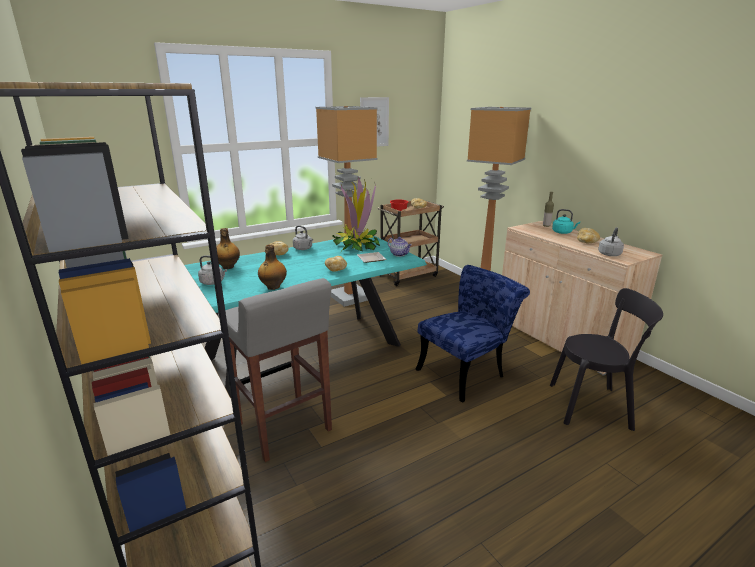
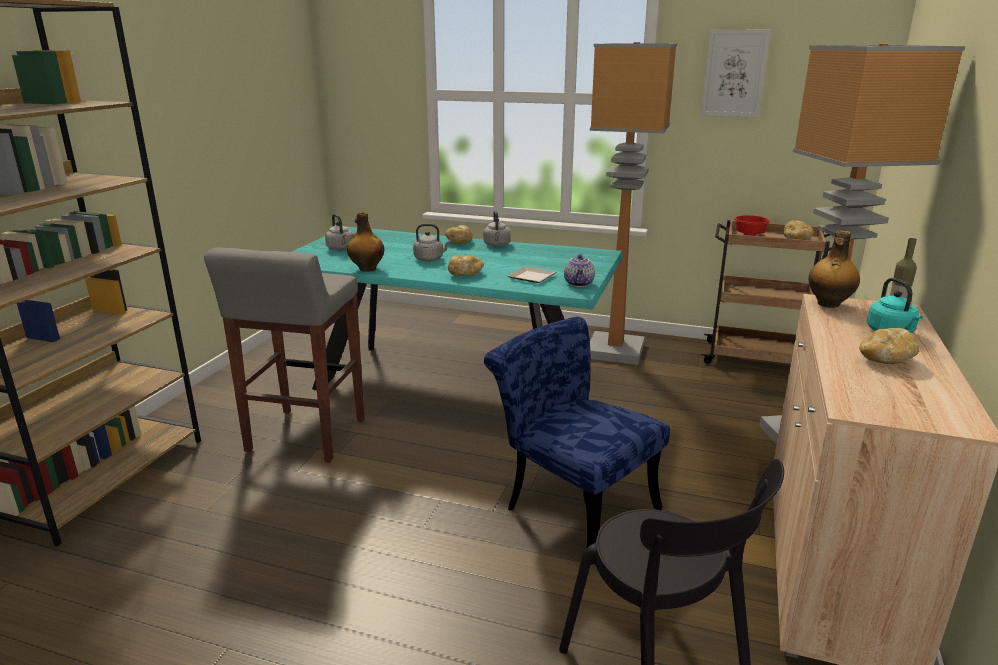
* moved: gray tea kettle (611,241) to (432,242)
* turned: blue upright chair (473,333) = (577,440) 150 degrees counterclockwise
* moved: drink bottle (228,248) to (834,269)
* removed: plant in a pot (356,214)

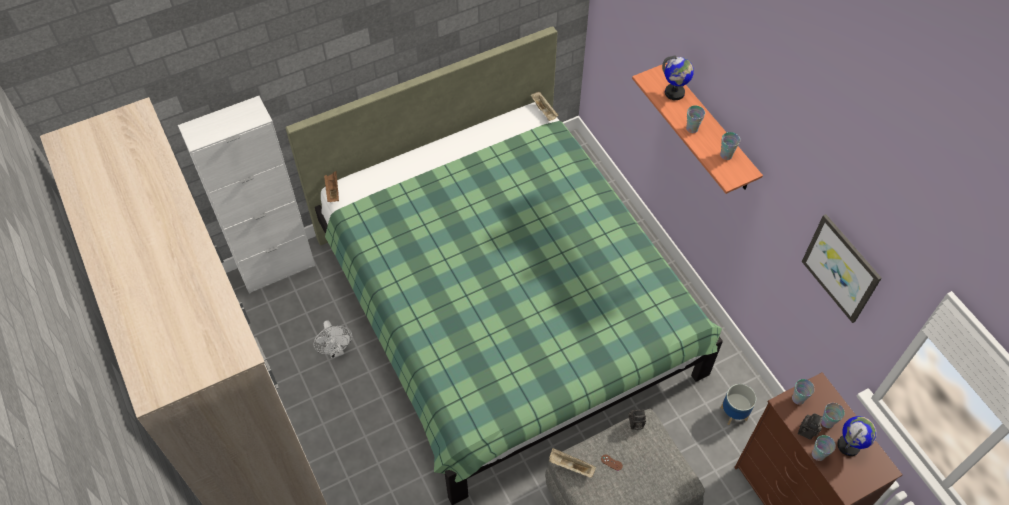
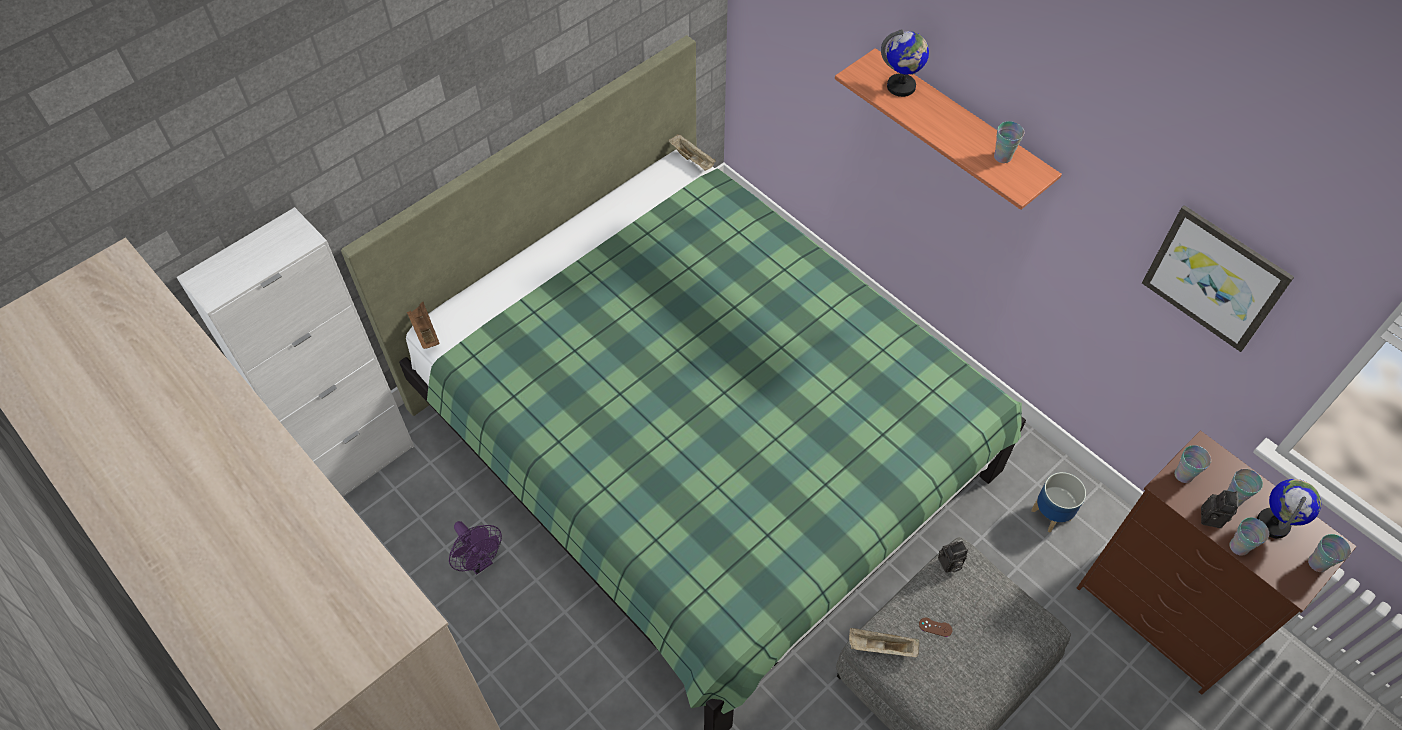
* recoloured: whitish fan (332,339) to purple fan (475,548)
* moved: cup (695,119) to (1329,553)

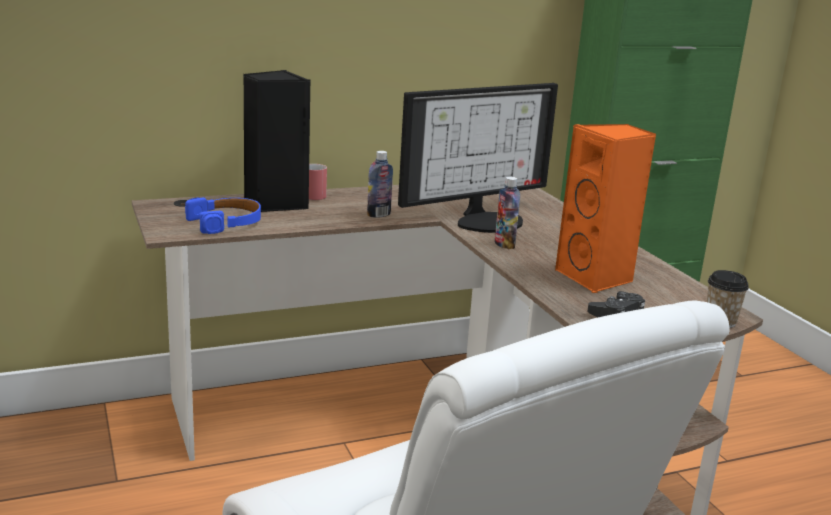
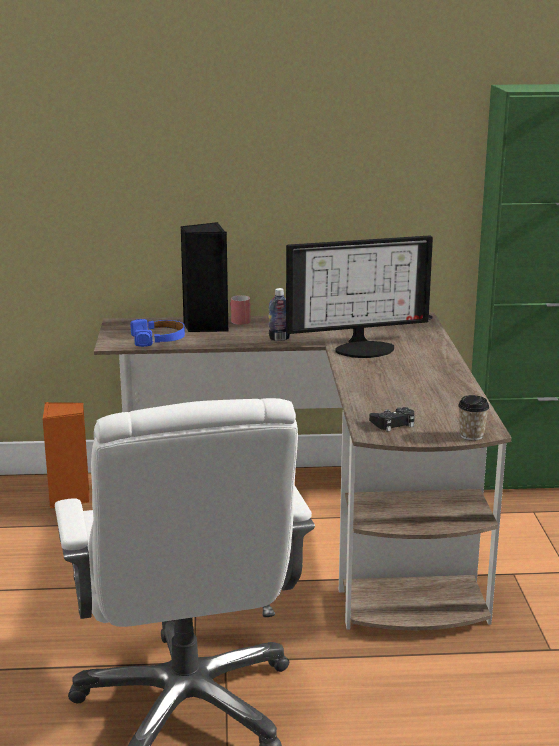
* moved: orange-coloured audio speaker (605,208) to (66,455)
* removed: drink bottle (507,213)

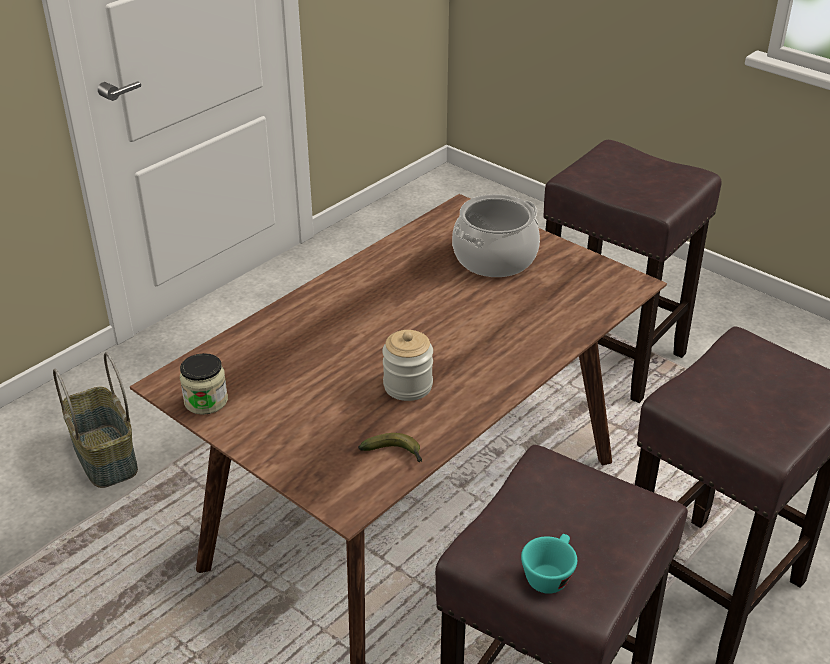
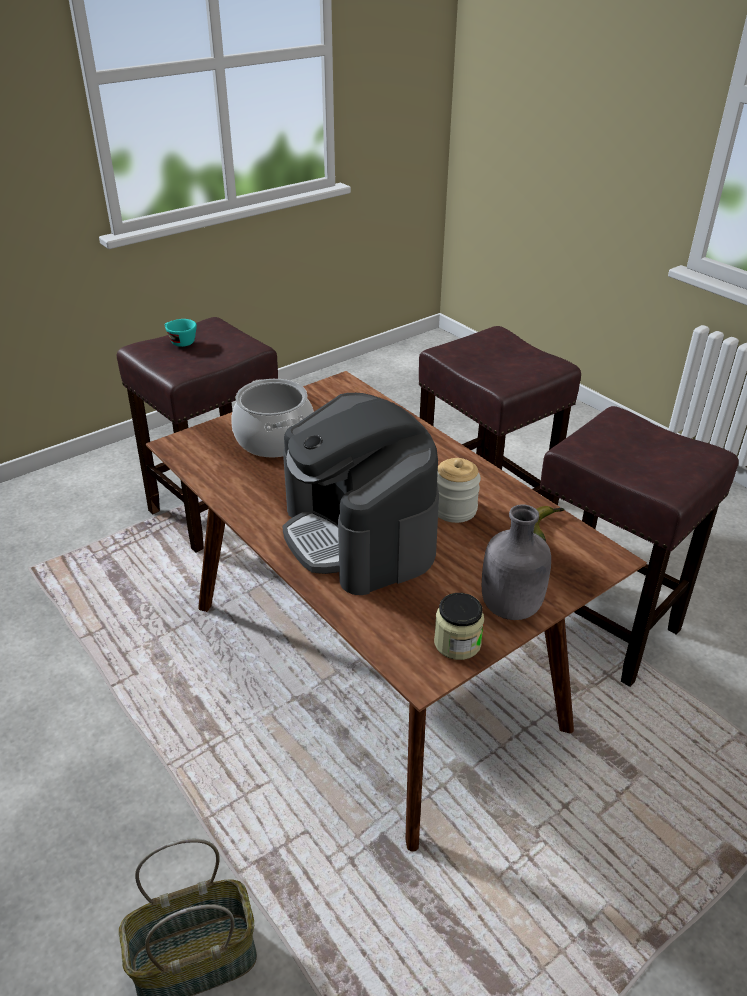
* moved: blue-green cup (549,564) to (181,333)
* added: coffee maker (360,494)
* added: gray drink bottle (516,562)

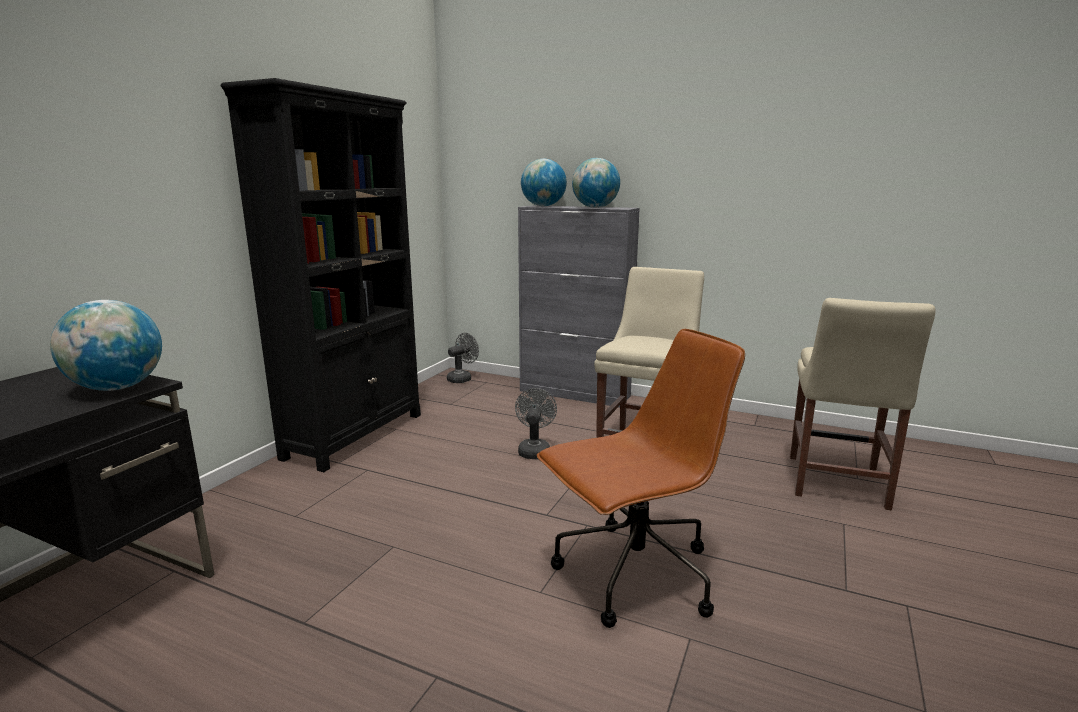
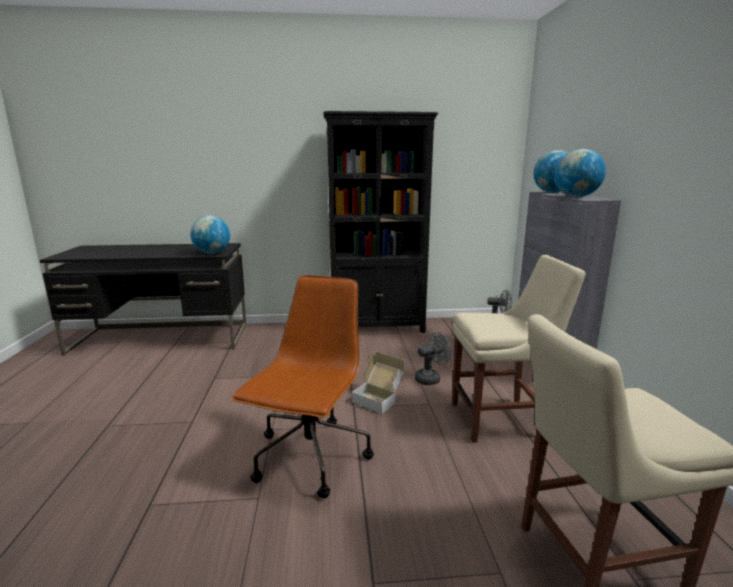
* turned: brown desk chair (641,478) = (302,386) 105 degrees counterclockwise
* added: packing box (378,383)

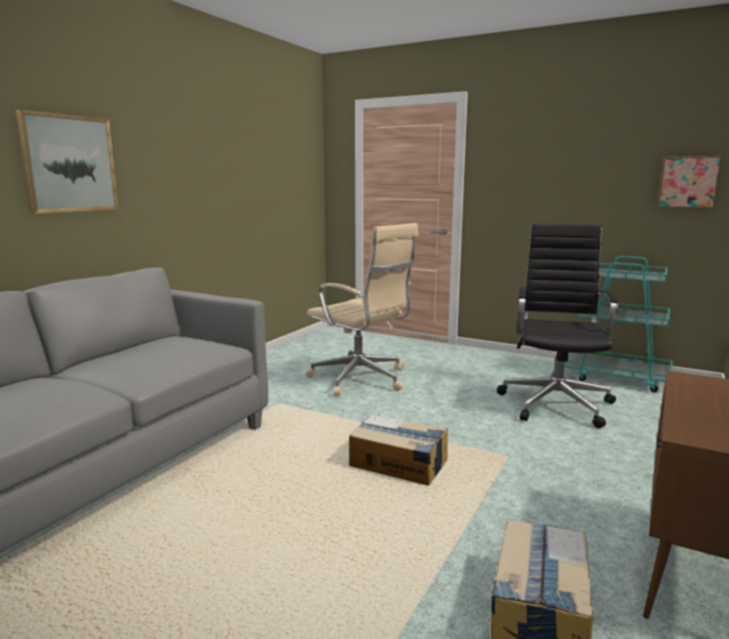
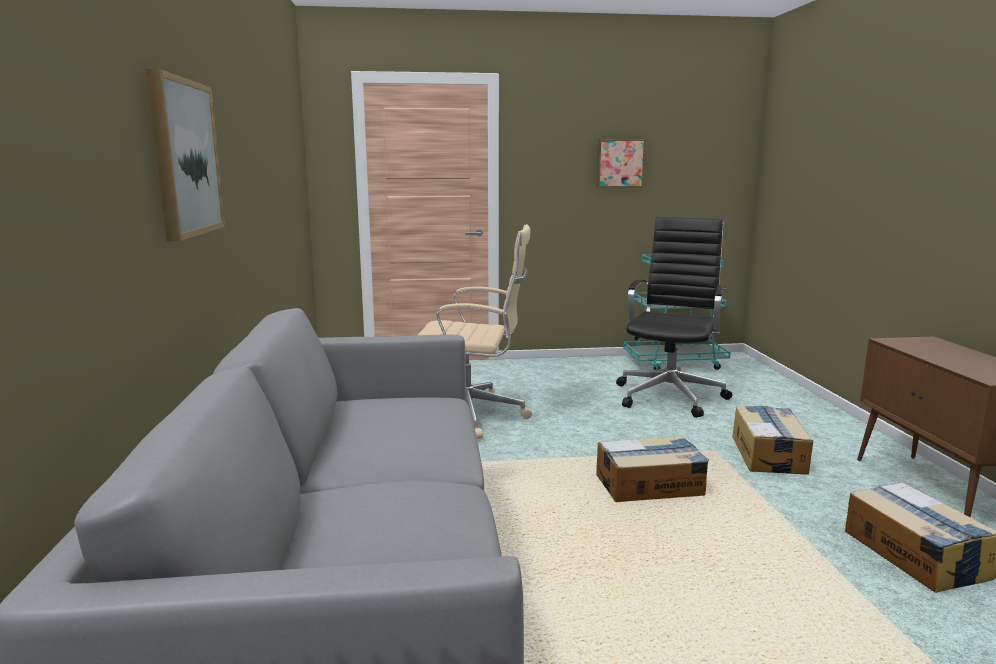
* moved: picture (690,182) to (621,163)
* turned: black desk chair (557,326) = (674,317) 45 degrees clockwise
* added: packing box (773,440)

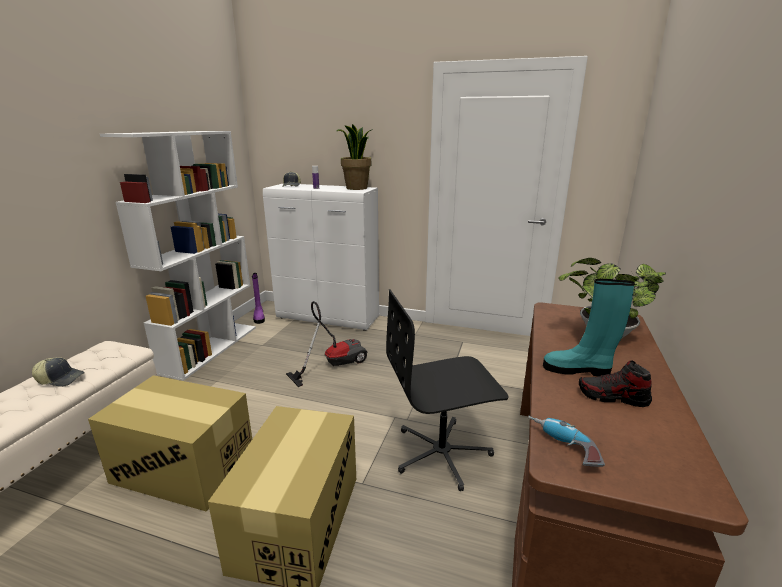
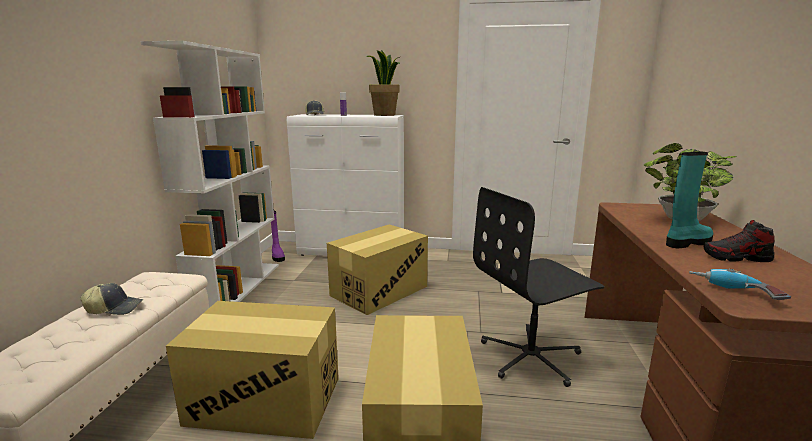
* replaced: vacuum (327,344) to packing box (377,269)
* turned: blue-green boot (589,328) = (689,199) 150 degrees clockwise

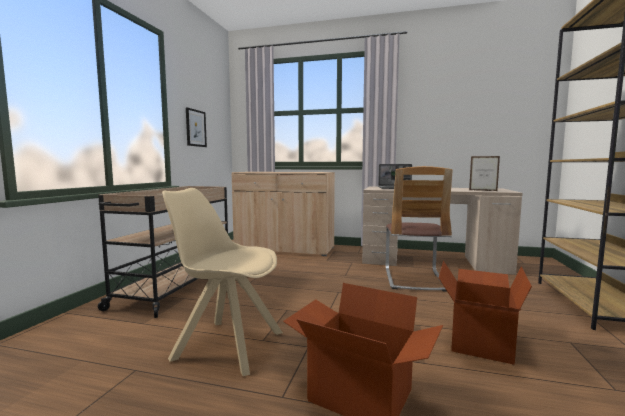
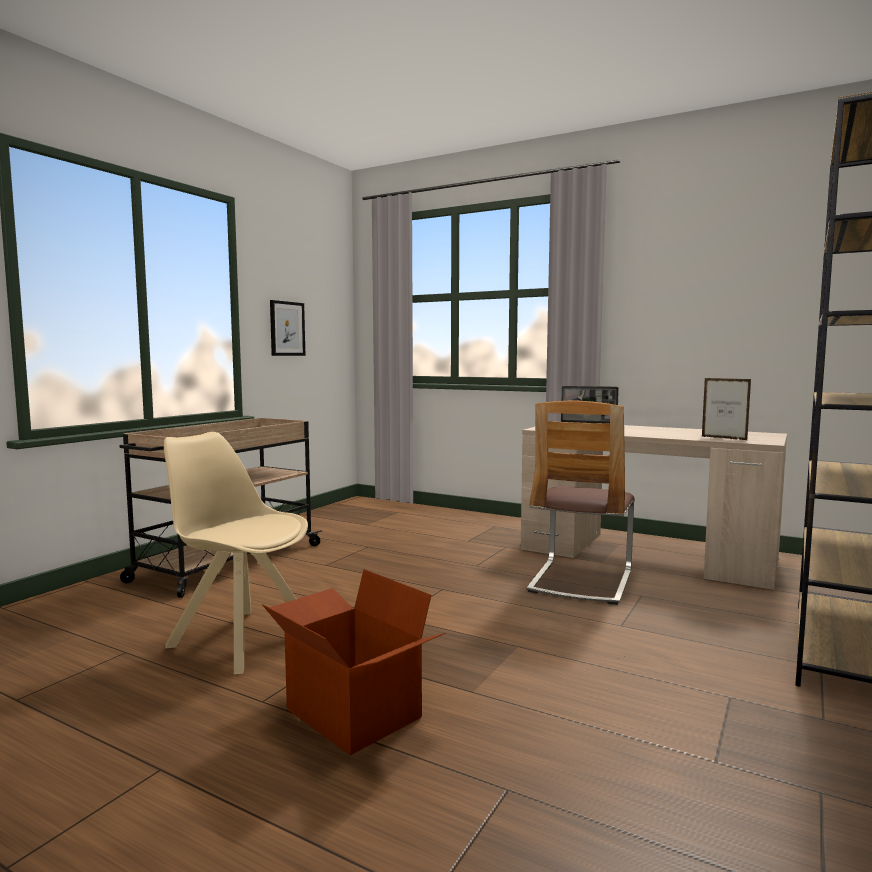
* removed: sand-coloured cupboard (283,214)
* removed: packing box (485,313)

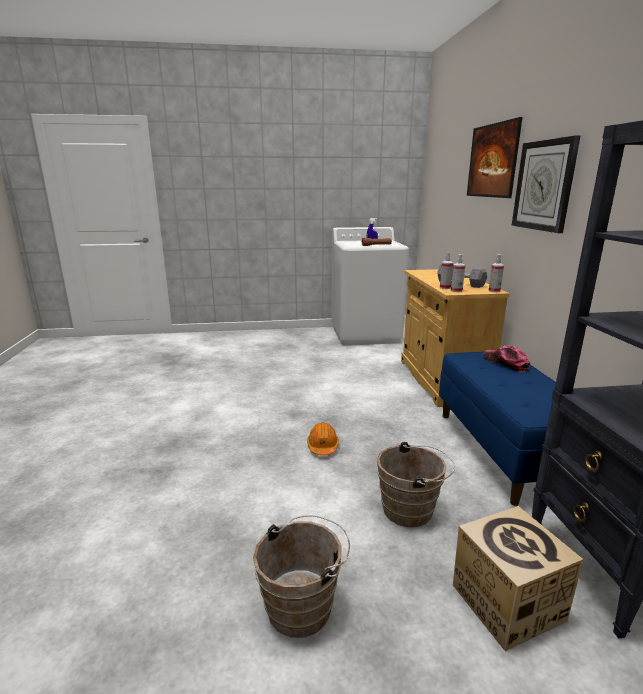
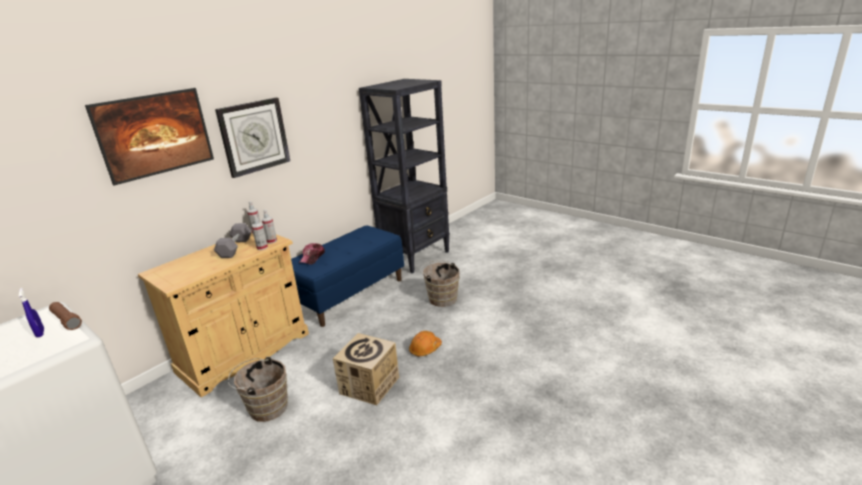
* moved: brown bucket (301,576) to (258,389)
* moved: packing box (518,578) to (366,369)

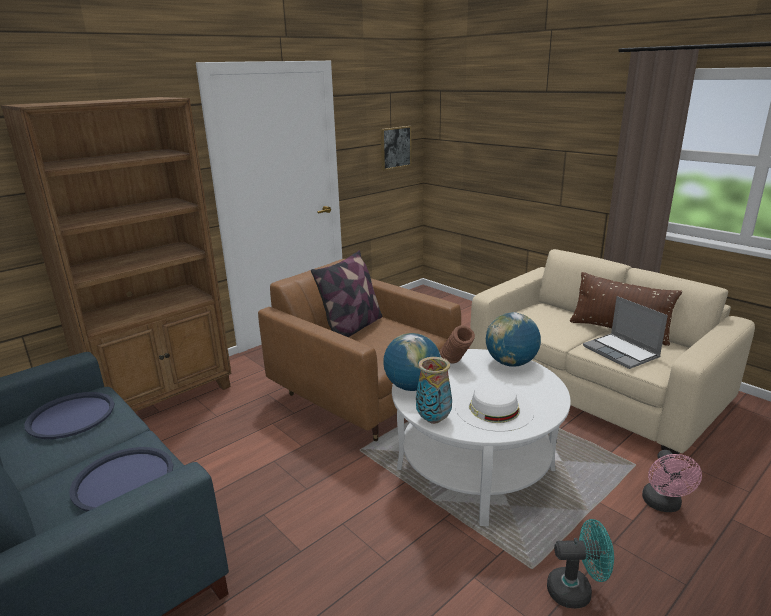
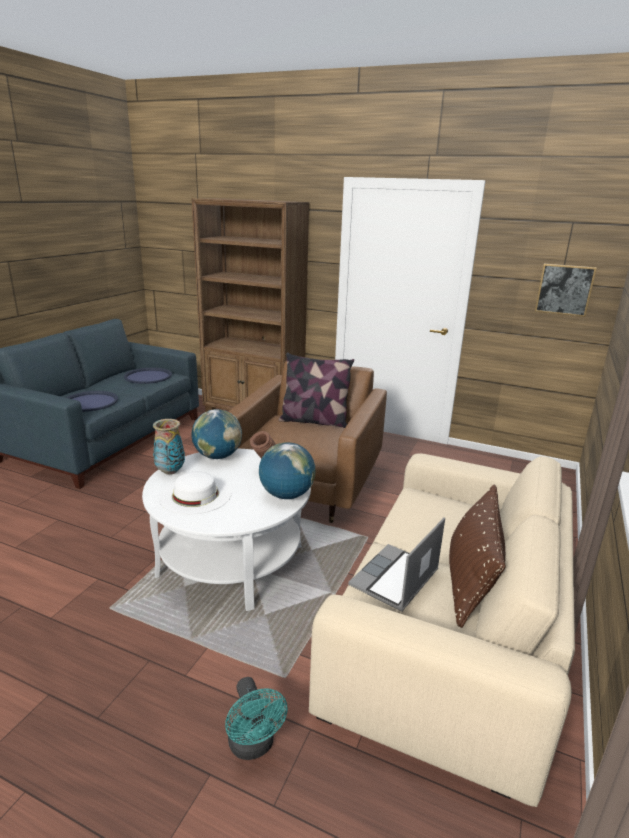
* moved: blue-green fan (580,564) to (256,718)
* removed: pink-coloured fan (672,481)

